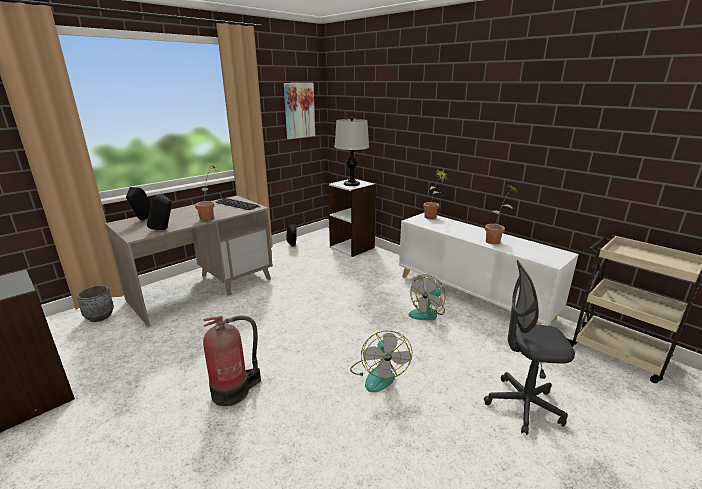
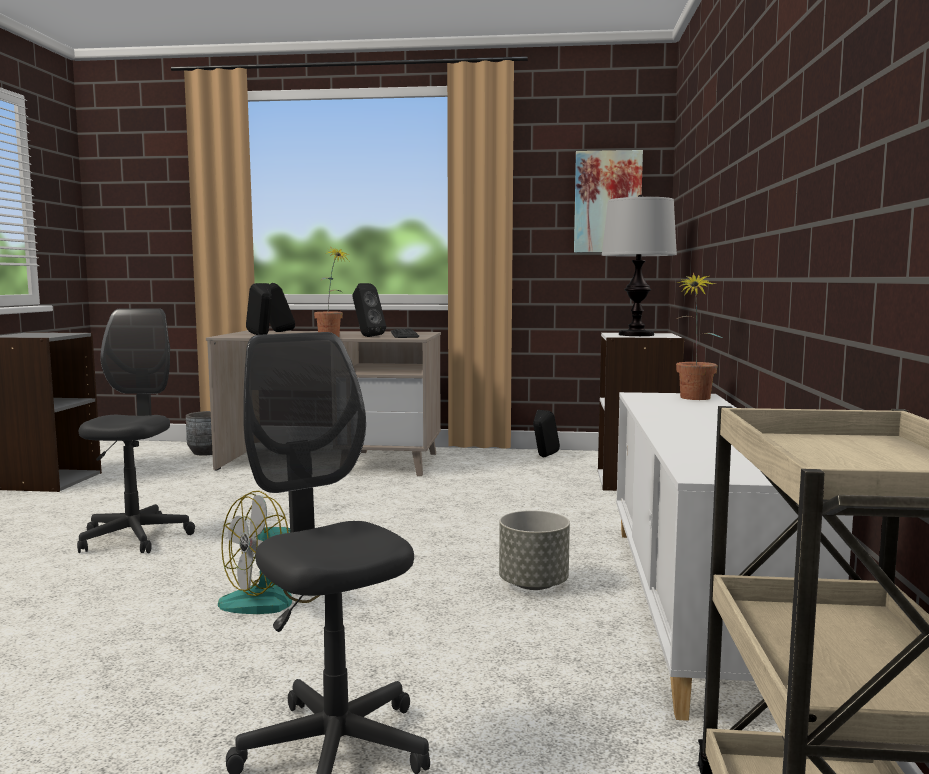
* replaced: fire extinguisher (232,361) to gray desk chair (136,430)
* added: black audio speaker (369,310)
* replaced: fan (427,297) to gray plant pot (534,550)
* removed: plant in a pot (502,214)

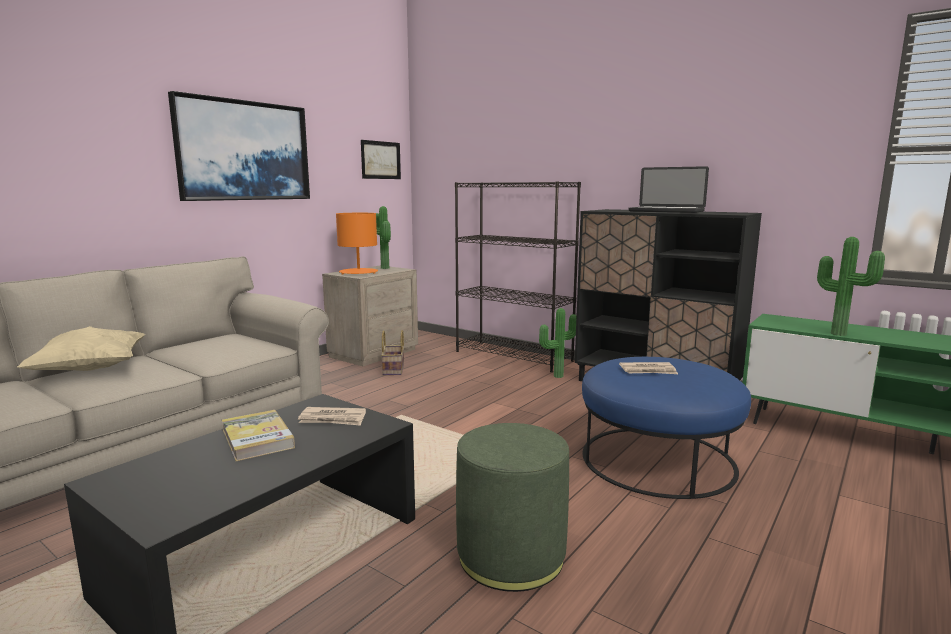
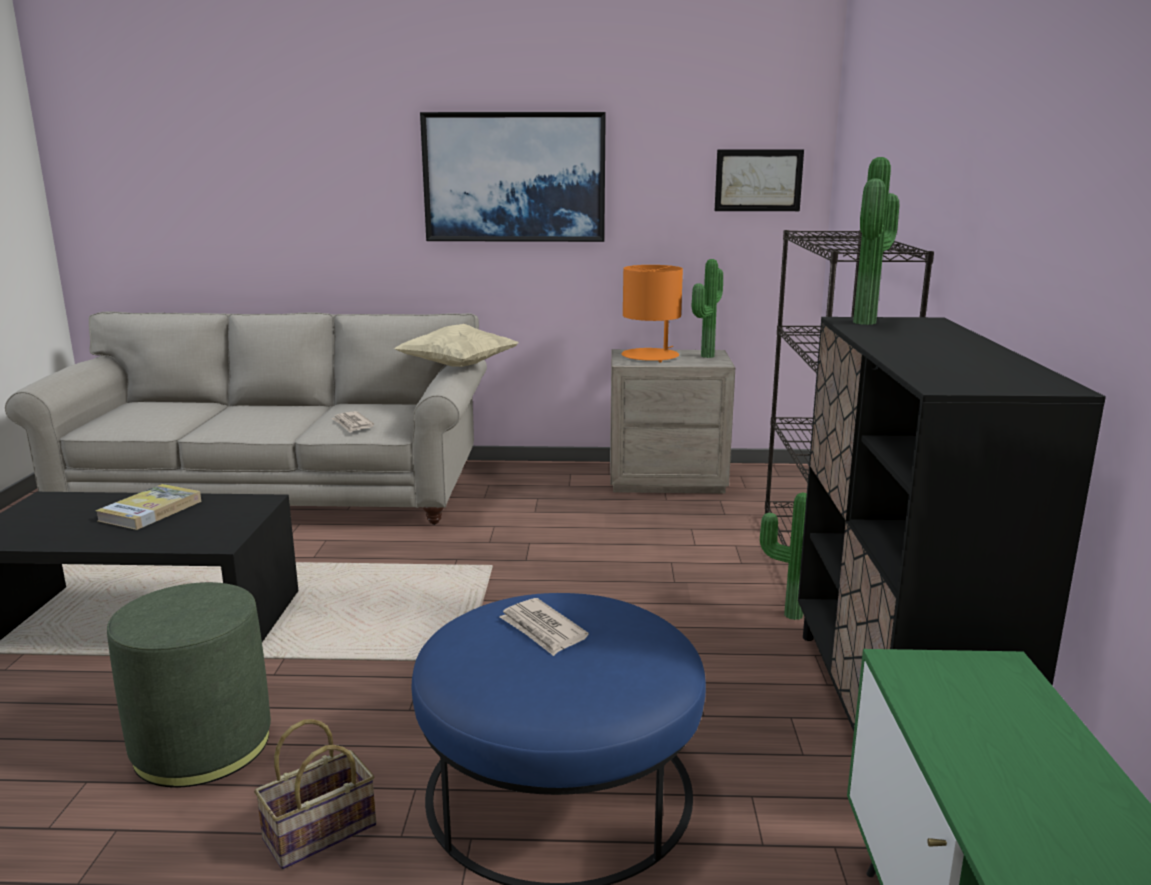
* moved: basket (392,352) to (315,794)
* moved: printed paper (332,416) to (352,422)
* moved: sand-coloured throw pillow (81,348) to (456,345)
* moved: plant in a pot (851,286) to (876,241)
* removed: laptop (668,189)

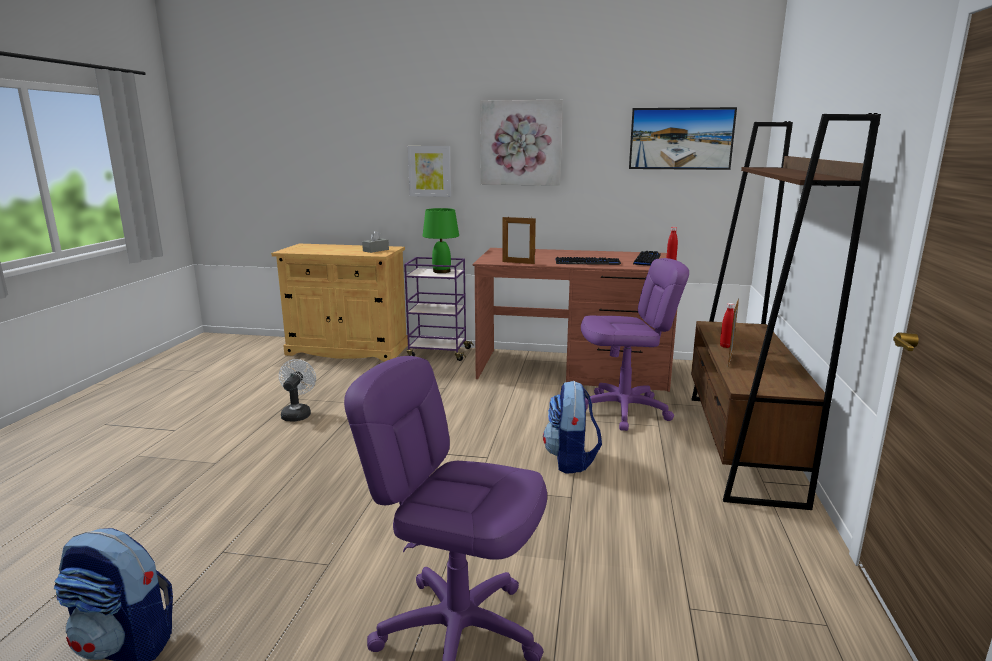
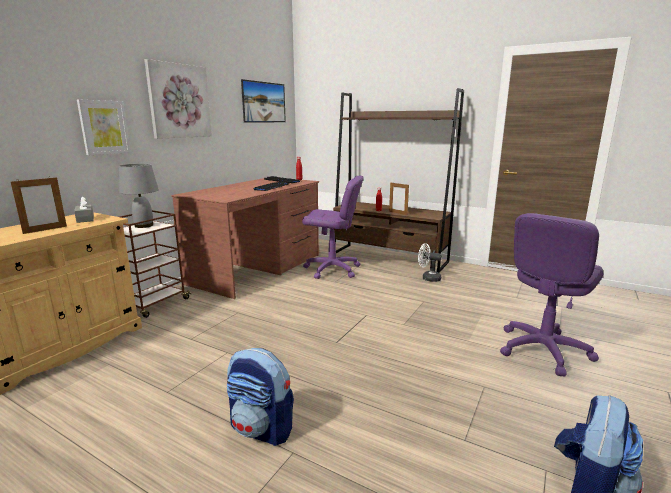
* moved: photo frame (519,240) to (39,205)
* recoloured: green tabletop lamp (441,240) to gray tabletop lamp (139,196)
* recoloured: purple trolley (439,309) to brown trolley (155,264)
* moved: backpack (572,427) to (260,397)
* turned: purple desk chair (635,344) = (332,227) 90 degrees clockwise
* moved: whitish fan (297,390) to (430,262)

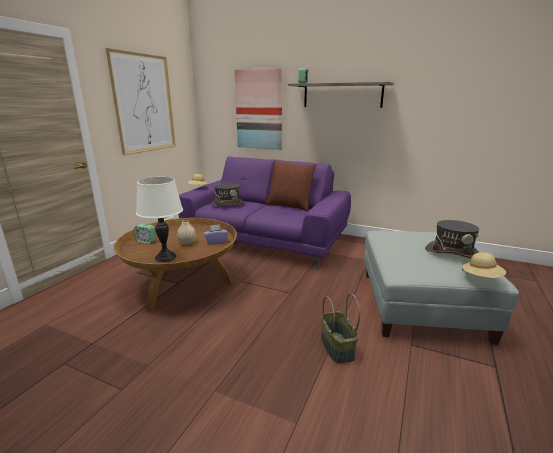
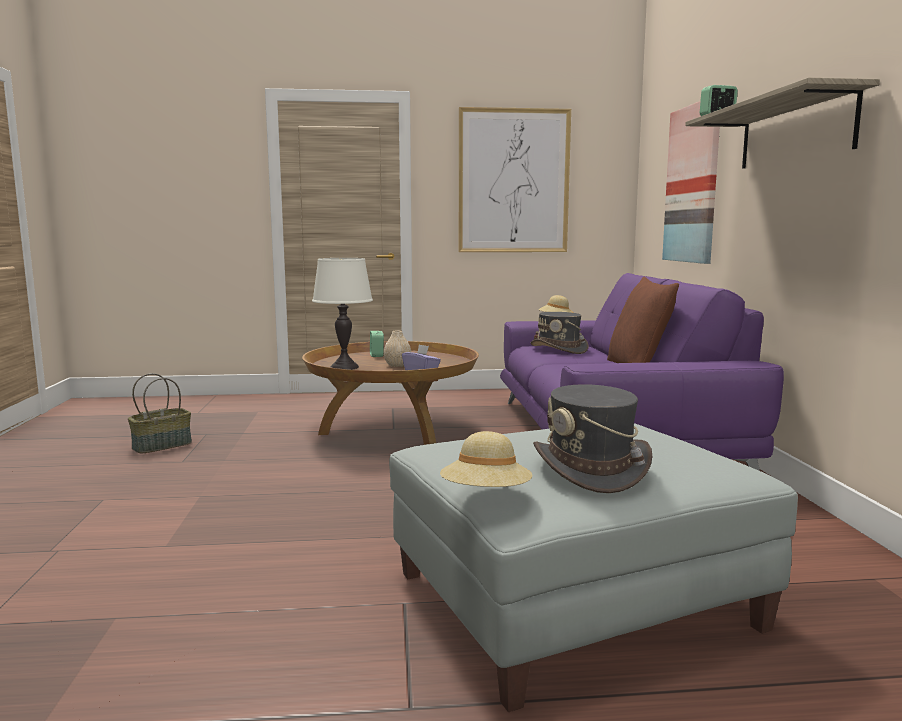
* moved: basket (340,328) to (160,413)

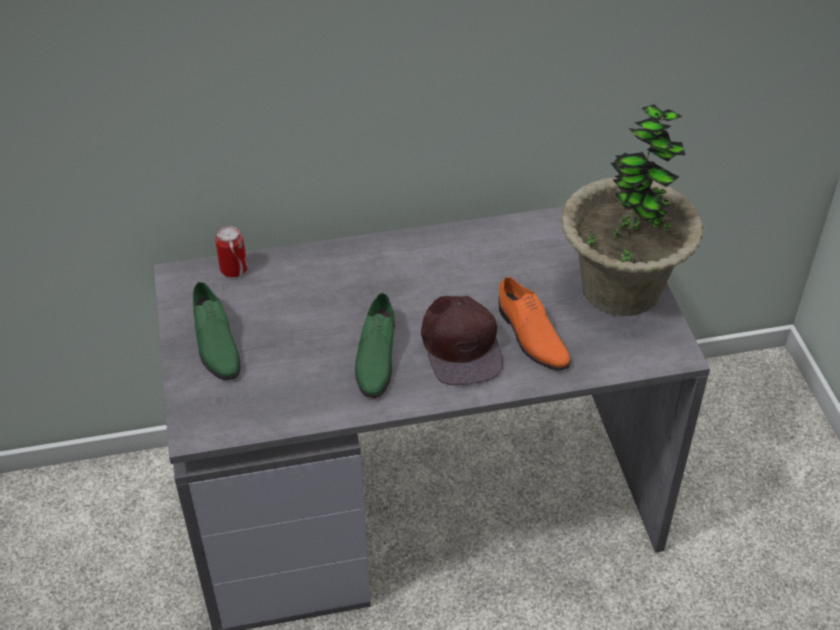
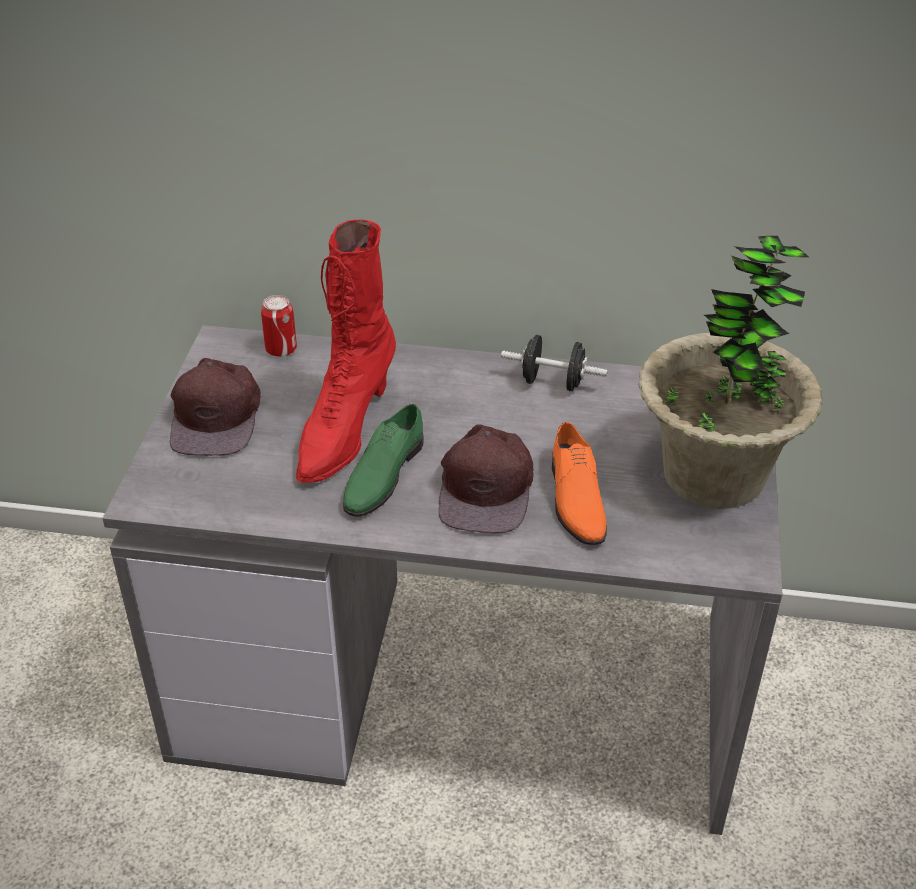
* replaced: green item of footwear (217,331) to brown cap (215,407)
* added: red boot (346,351)
* added: black dumbbell (554,363)

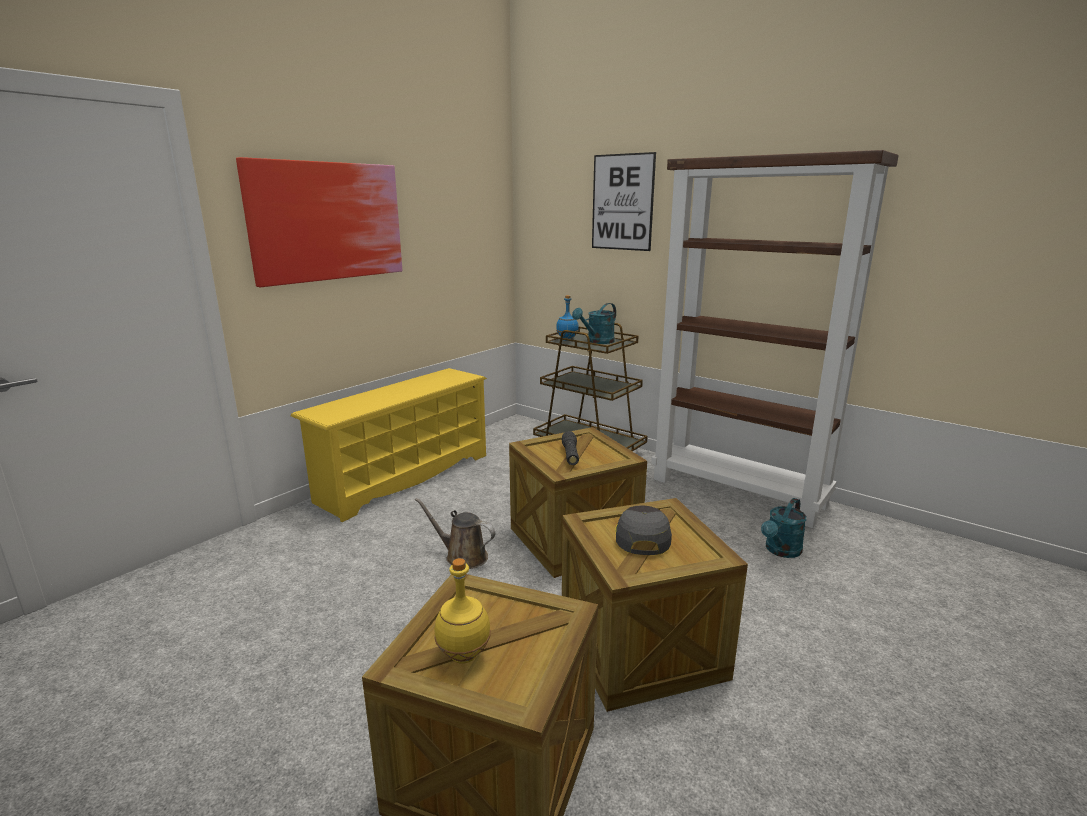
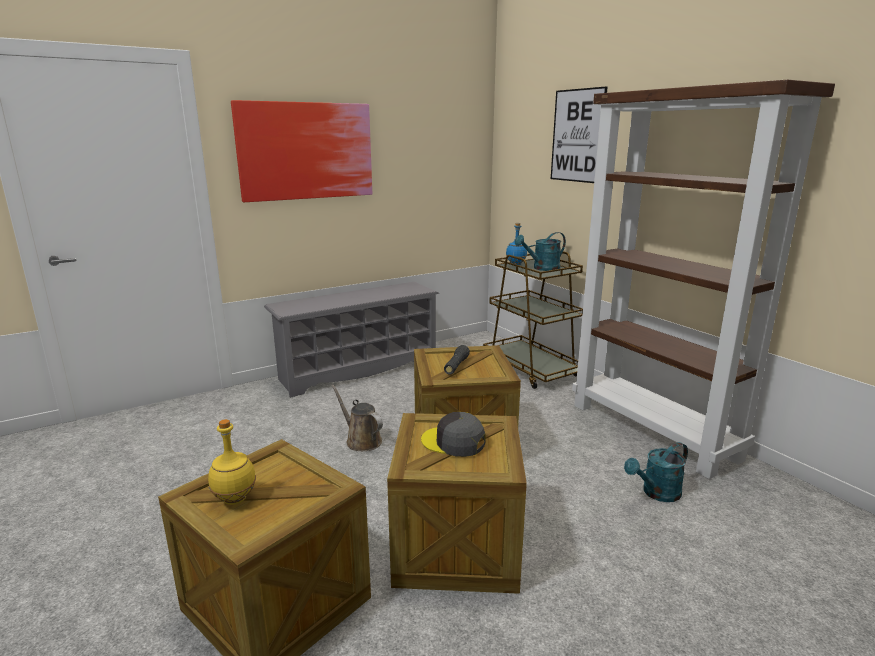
* recoloured: yellow shoe rack (389,445) to gray shoe rack (351,340)
* turned: gray cap (644,530) = (453,434) 90 degrees counterclockwise

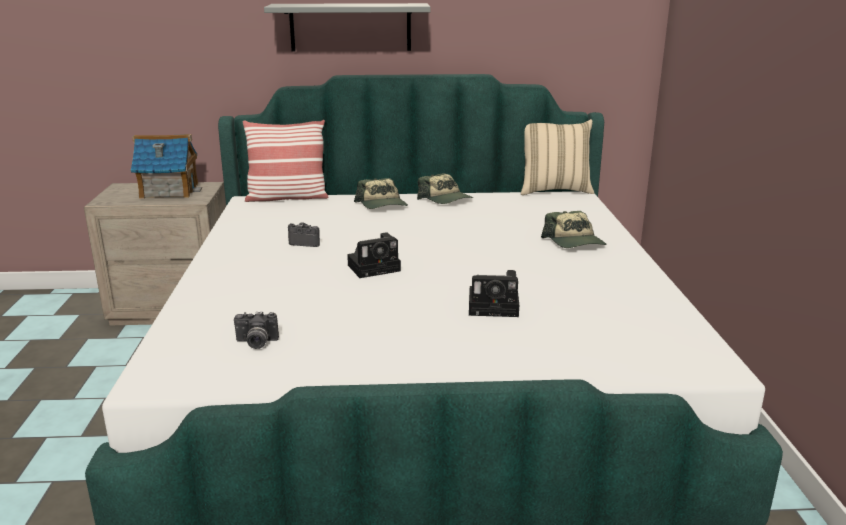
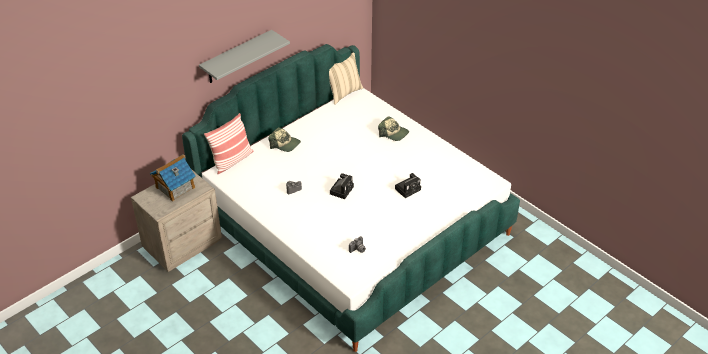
* removed: cap (445,188)

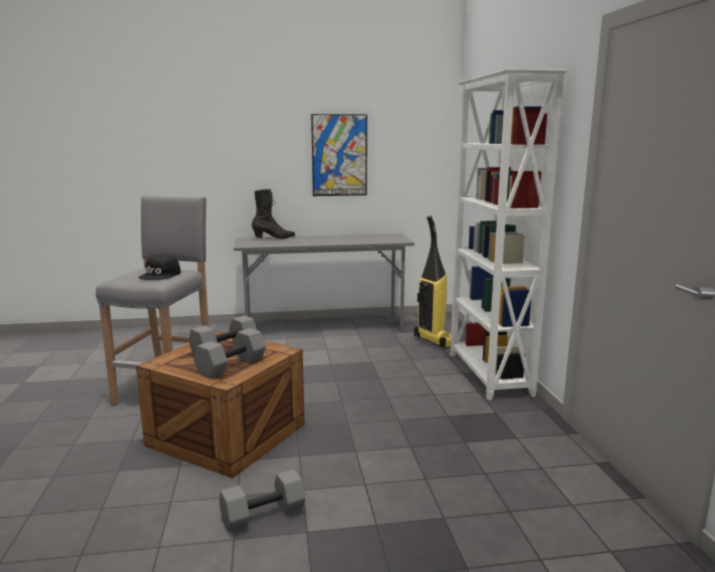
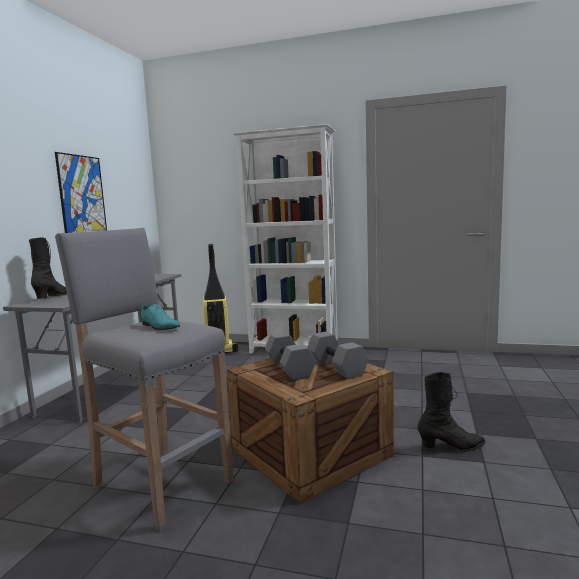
* replaced: black cap (159,267) to blue-green item of footwear (160,317)
* replaced: gray dumbbell (262,501) to black boot (451,412)

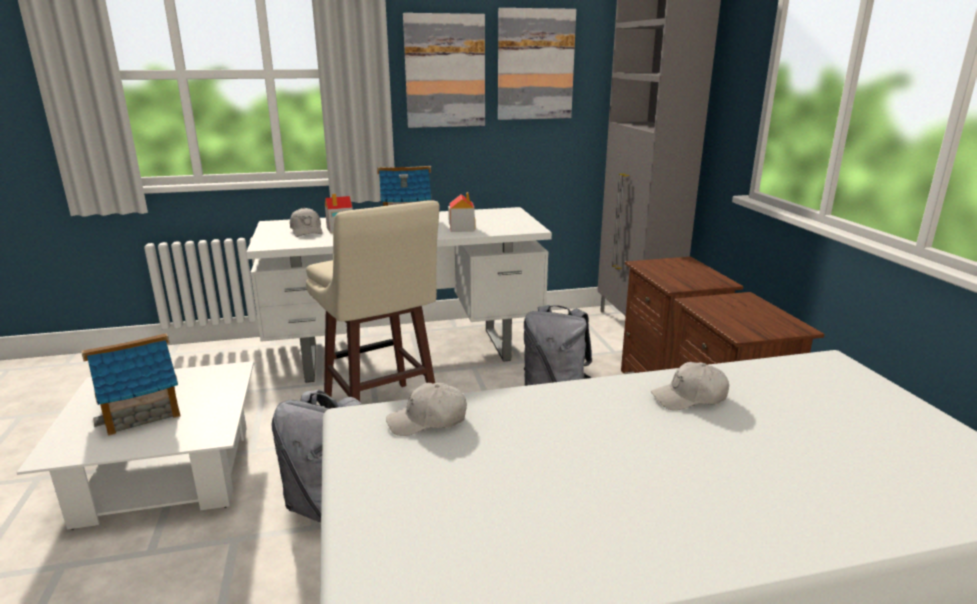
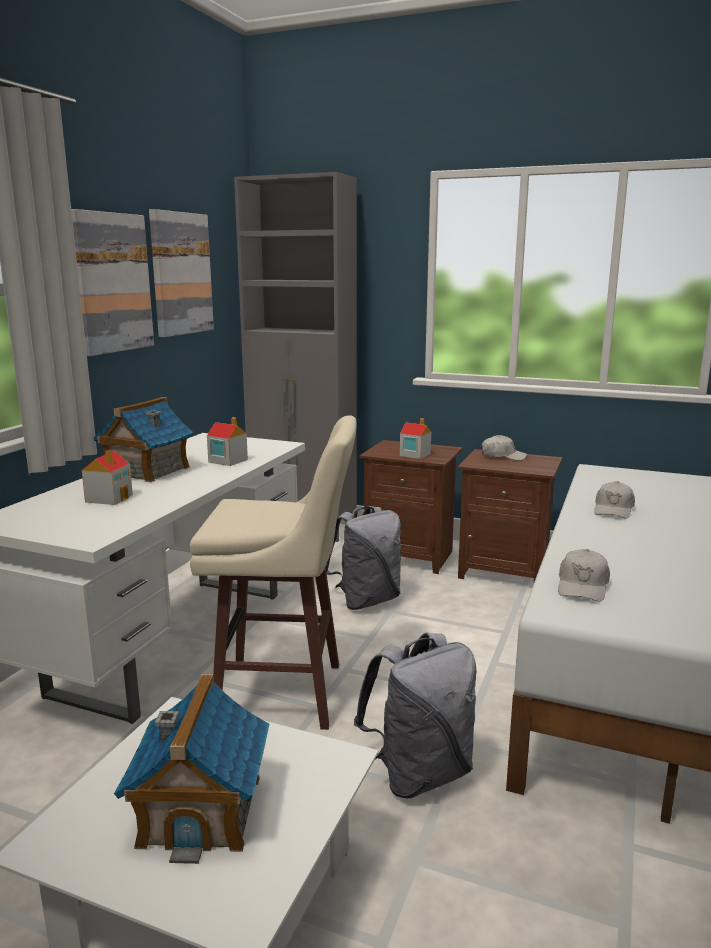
* added: model house (415,438)
* moved: whitish cap (306,222) to (504,448)

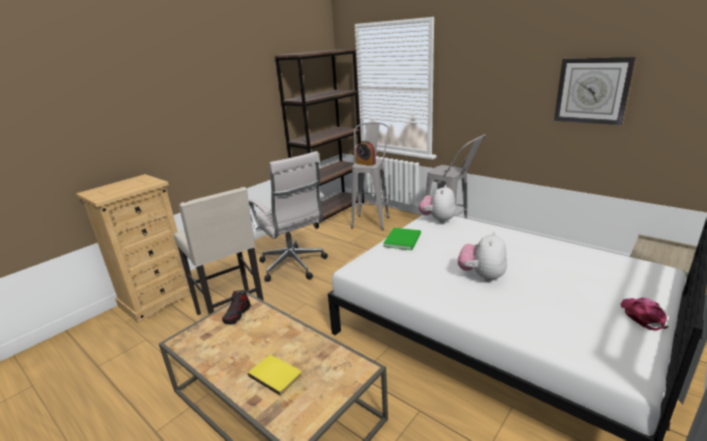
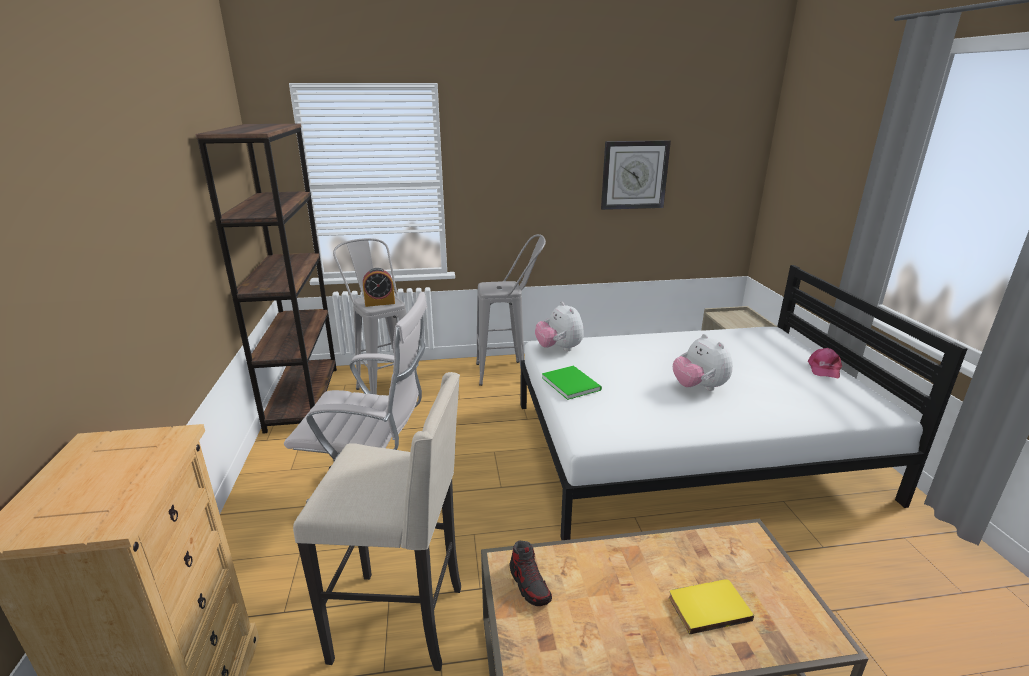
* turned: pink-coloured cap (644,314) = (825,363) 120 degrees counterclockwise

